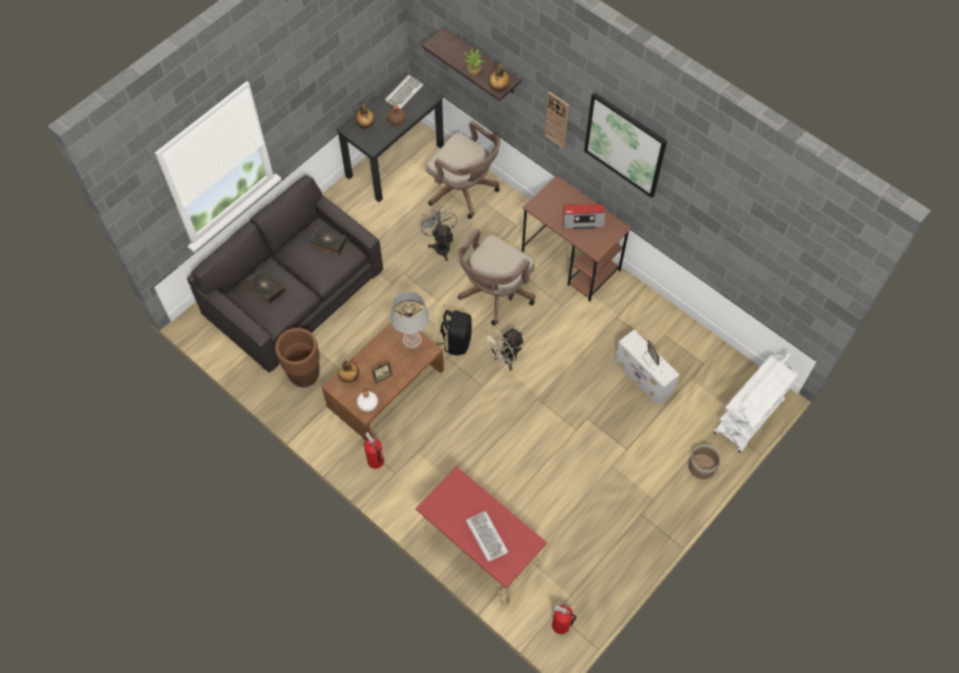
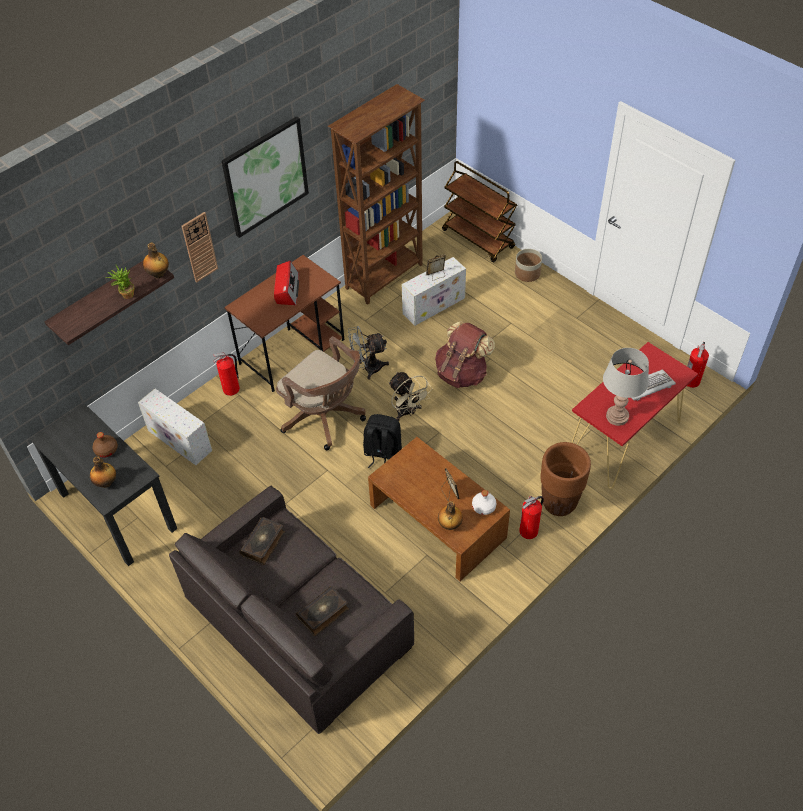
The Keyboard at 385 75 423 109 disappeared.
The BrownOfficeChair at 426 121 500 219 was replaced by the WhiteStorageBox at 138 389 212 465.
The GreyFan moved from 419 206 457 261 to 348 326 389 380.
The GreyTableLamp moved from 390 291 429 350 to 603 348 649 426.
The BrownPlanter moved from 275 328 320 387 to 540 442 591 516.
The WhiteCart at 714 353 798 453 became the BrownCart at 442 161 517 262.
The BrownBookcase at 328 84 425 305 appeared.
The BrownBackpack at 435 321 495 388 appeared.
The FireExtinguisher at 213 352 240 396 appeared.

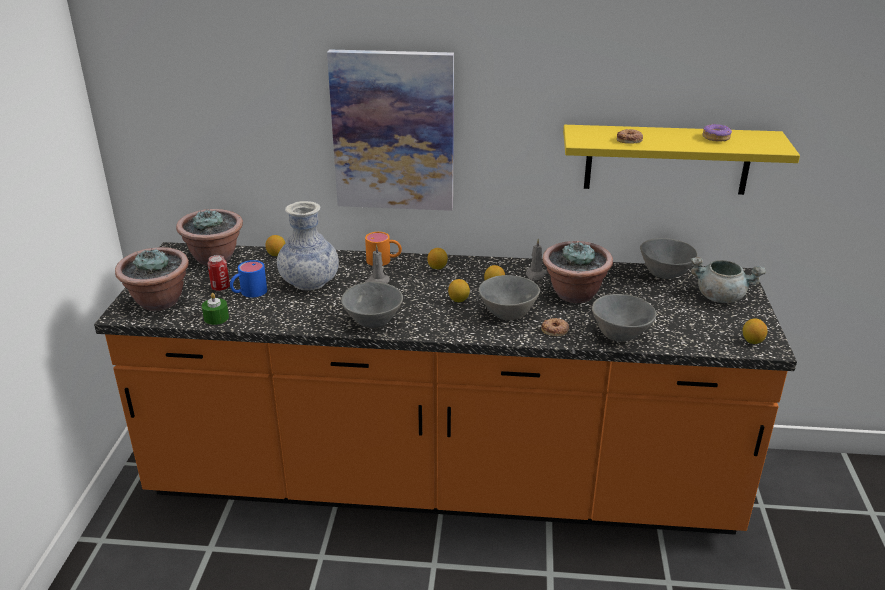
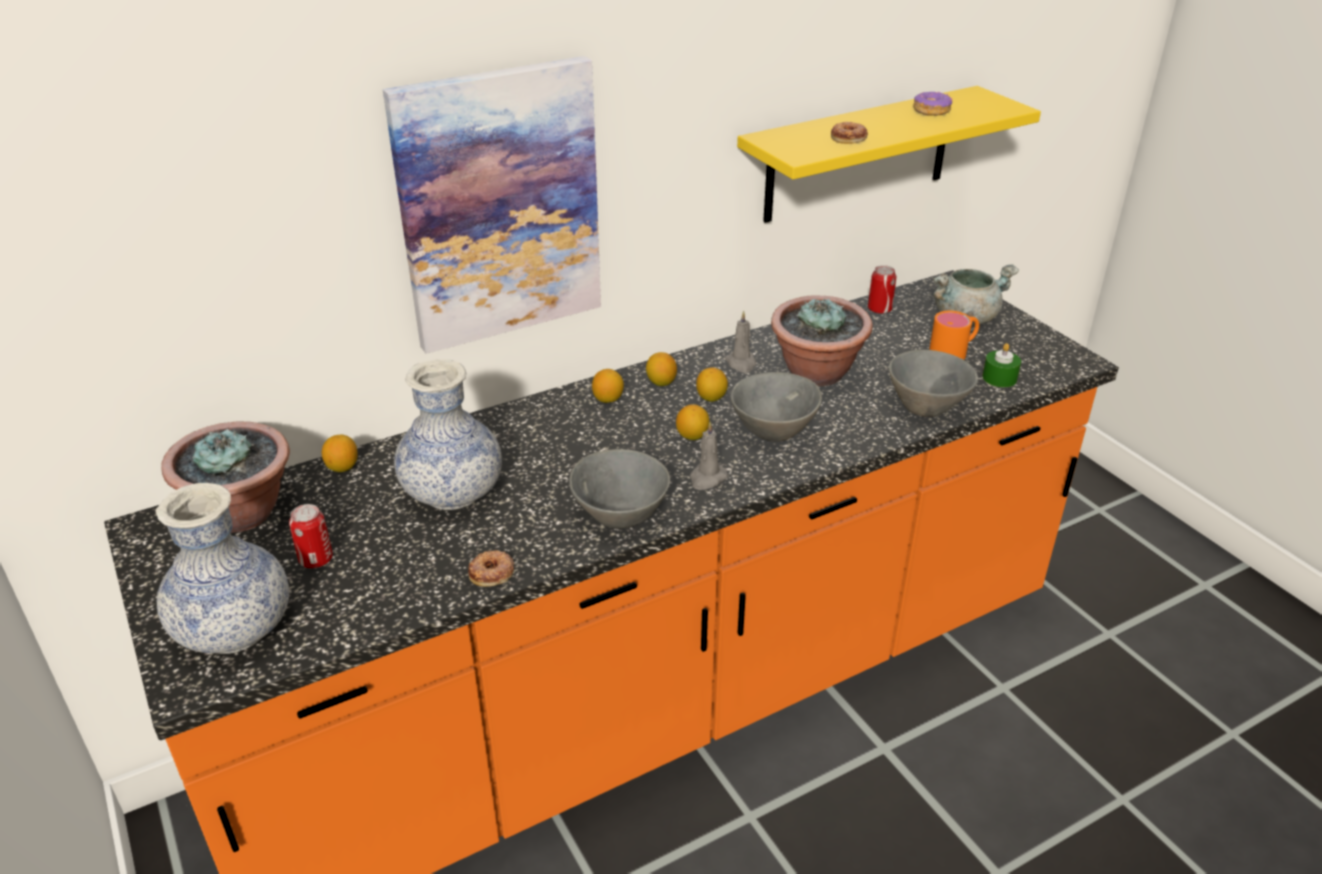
The OrangeMug moved from 365 232 402 266 to 929 311 979 360.
The GreyBowl at 640 238 698 279 was replaced by the Can at 868 265 897 314.
The GreyCandle moved from 365 245 390 284 to 690 421 728 490.
The PottedPlant at 115 247 189 311 was replaced by the Vase at 155 483 289 654.
The BlueMug at 230 260 267 298 disappeared.
The GreenCandle moved from 202 293 229 325 to 982 343 1021 387.
The Donut moved from 541 318 569 336 to 468 550 514 587.
The Lemon moved from 743 319 767 344 to 646 352 677 386.

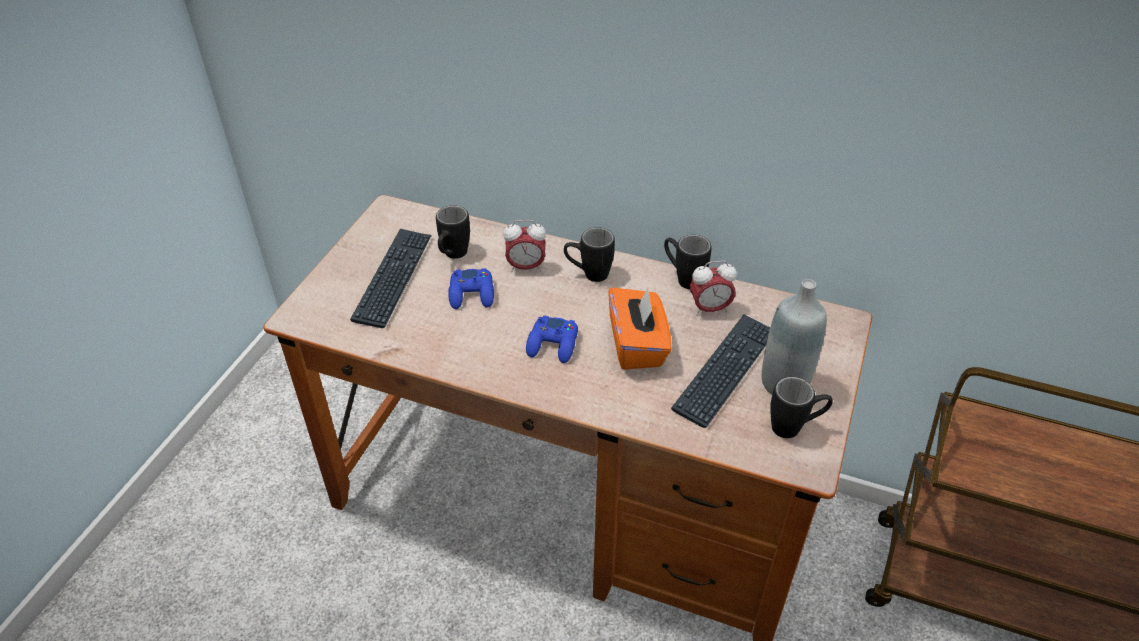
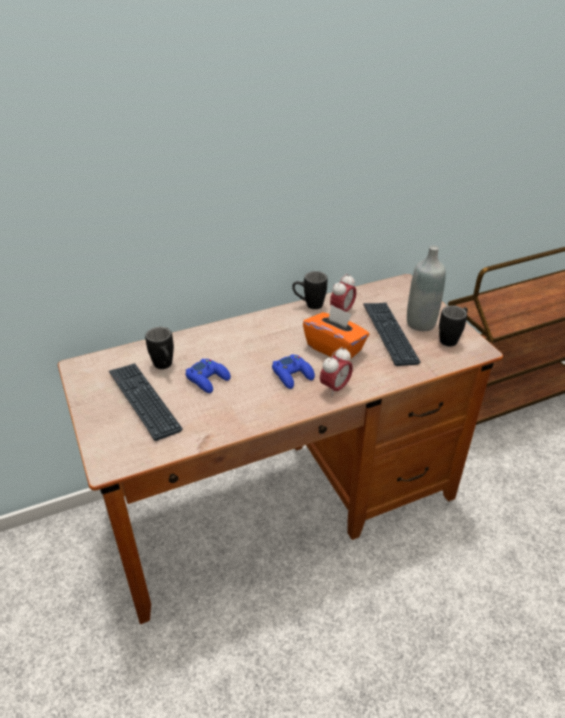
The AlarmClock moved from 503 220 546 272 to 320 347 353 397.
The BlackMug at 564 227 615 282 disappeared.

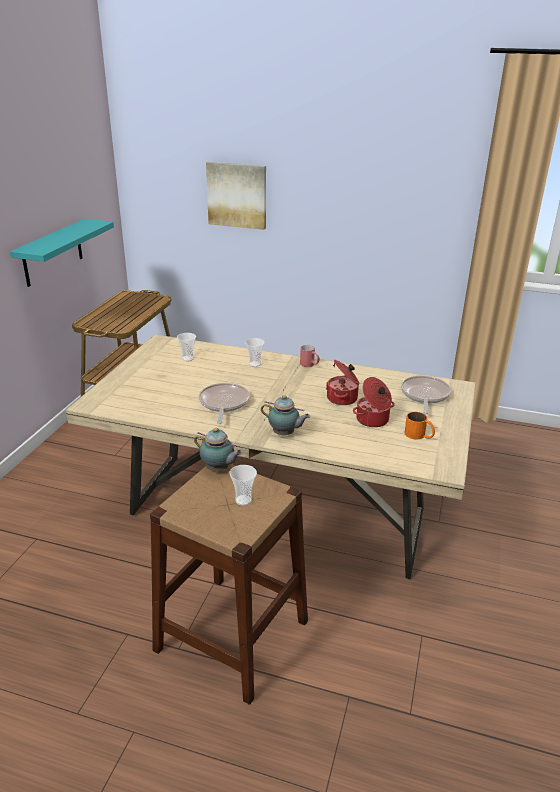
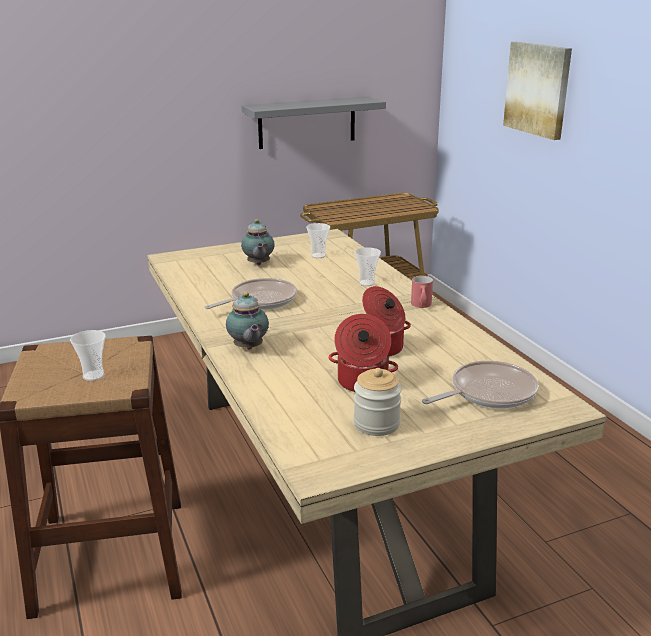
The TurquoiseShelf at 10 219 114 287 became the GreyShelf at 241 96 386 149.
The OrangeMug at 404 412 435 439 was replaced by the Jar at 354 368 402 436.
The Teapot moved from 194 428 242 471 to 241 219 275 265.

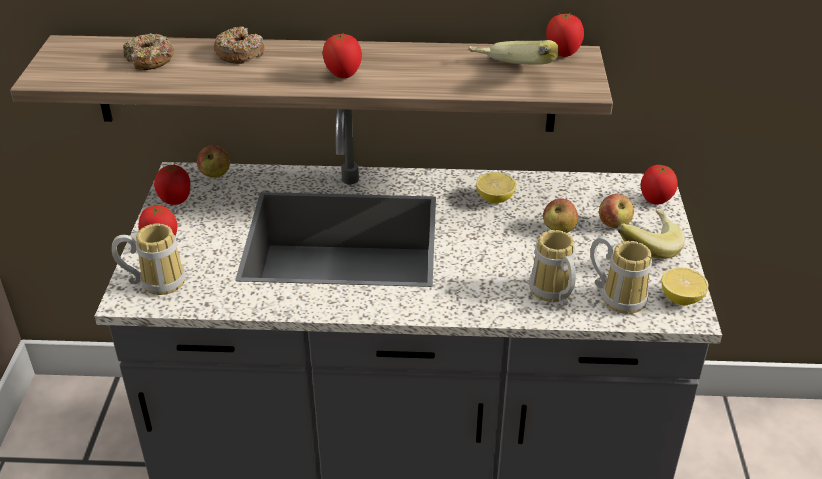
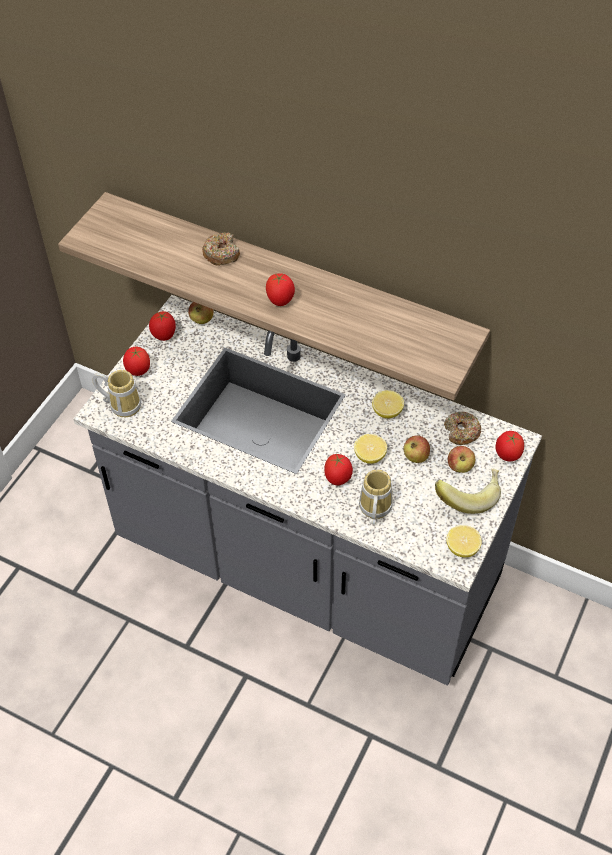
The Tomato moved from 546 13 584 57 to 324 454 353 486.
The Donut moved from 123 33 174 70 to 444 412 481 445.
The Banana at 468 40 559 65 disappeared.
The Mug at 590 236 652 314 disappeared.
The Lemon at 354 434 387 464 appeared.

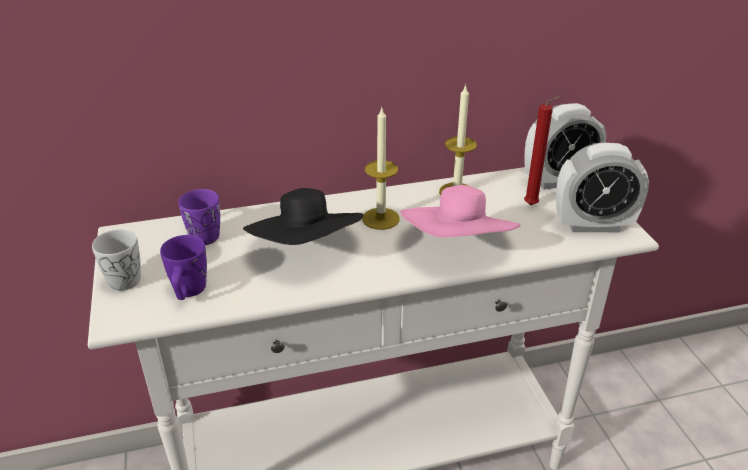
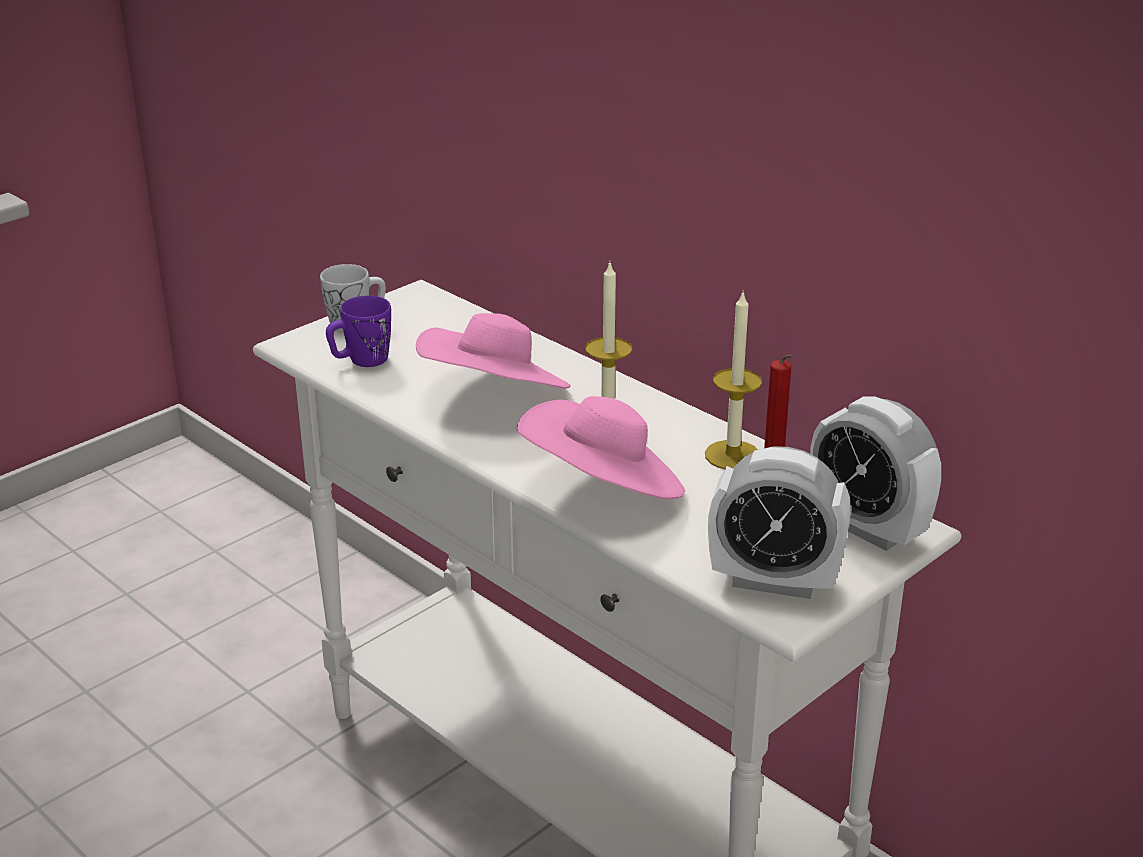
The AlarmClock at 556 142 649 232 turned 45 degrees counterclockwise.
The BlackHat at 243 188 364 245 became the PinkHat at 416 313 571 389.
The PurpleMug at 178 189 220 245 disappeared.

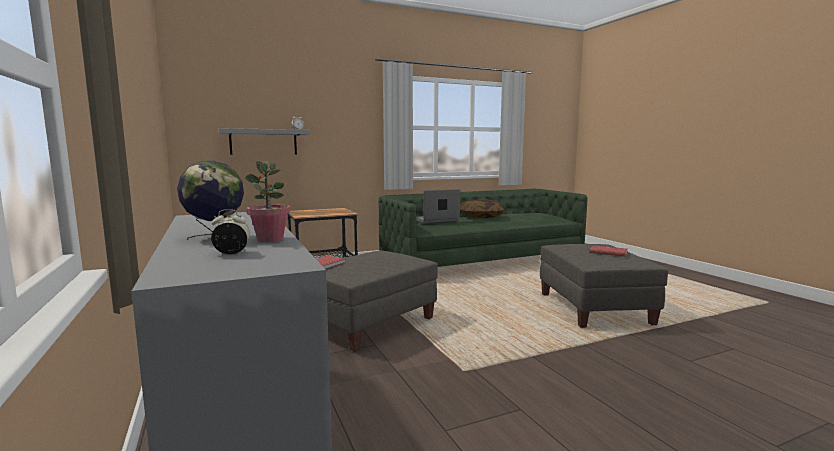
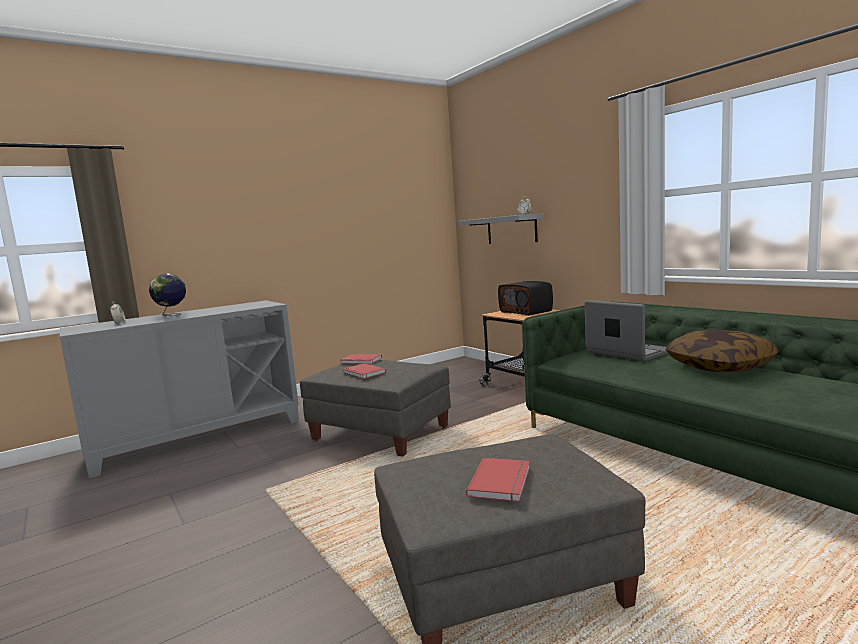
The PottedPlant at 245 161 290 242 disappeared.
The Radio at 498 281 553 316 appeared.
The RedBook at 343 363 386 379 appeared.

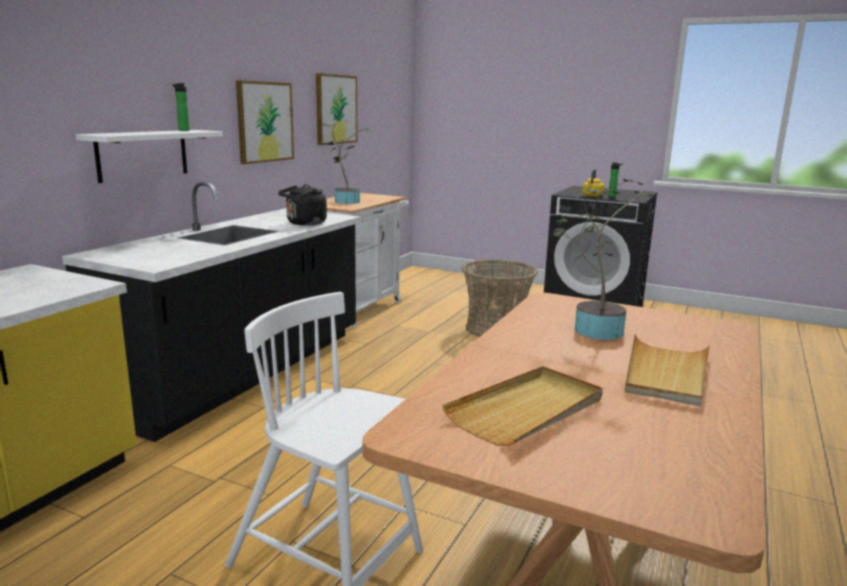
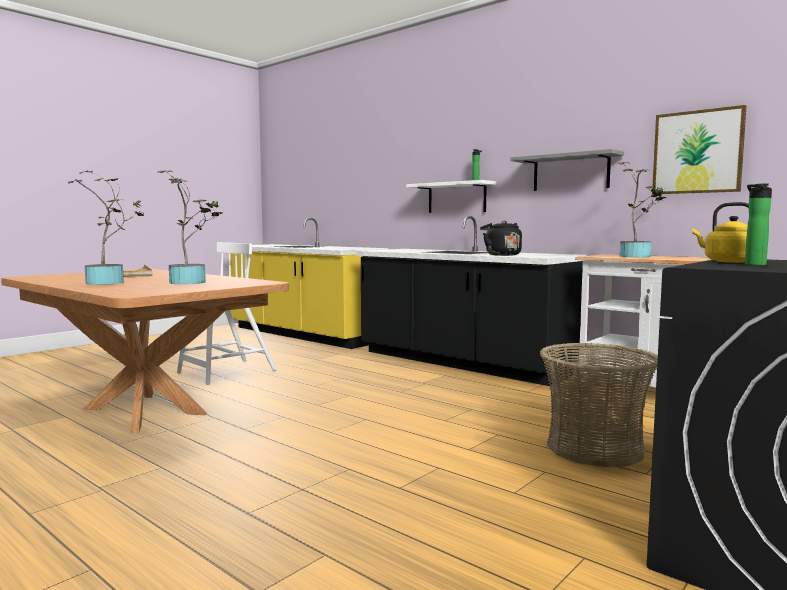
The Picture at 236 80 294 164 was replaced by the GreyShelf at 511 149 624 191.
The BeigeTray at 625 334 710 406 was replaced by the PottedPlant at 67 171 144 285.

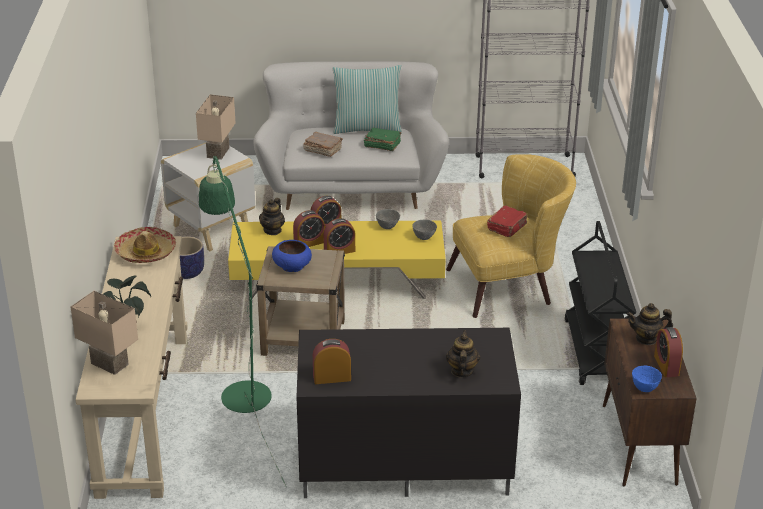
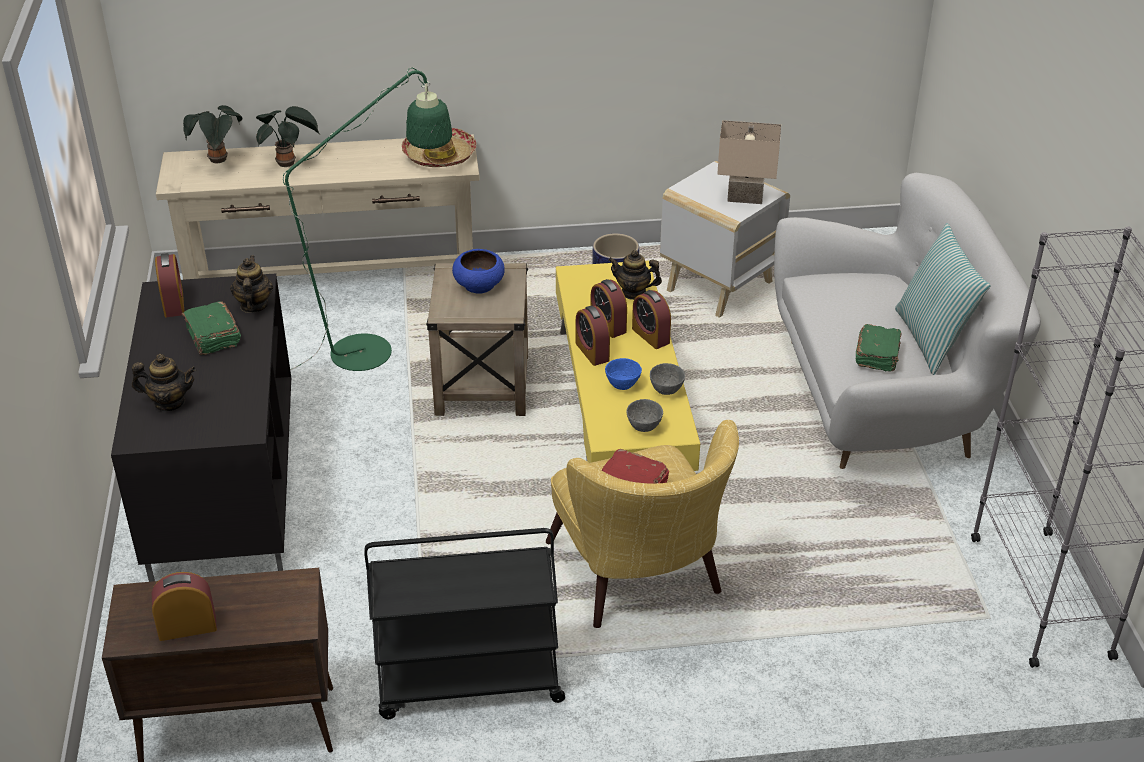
The BrownBook at 303 132 343 157 disappeared.
The BeigeTableLamp at 70 291 138 375 was replaced by the PottedPlant at 183 105 242 164.
The Teapot moved from 627 303 673 345 to 230 256 273 313.
The BlueBowl moved from 632 365 662 392 to 605 358 642 390.
The GreenBook at 182 301 241 355 appeared.

